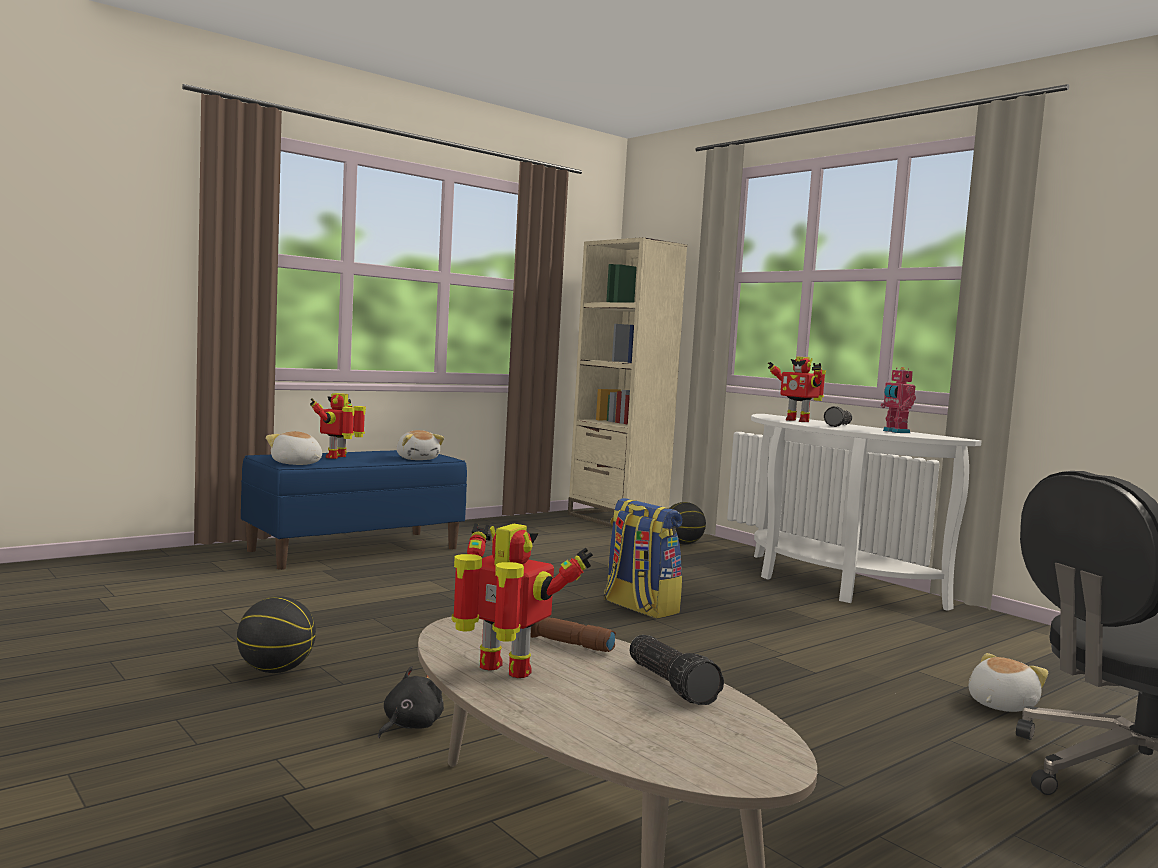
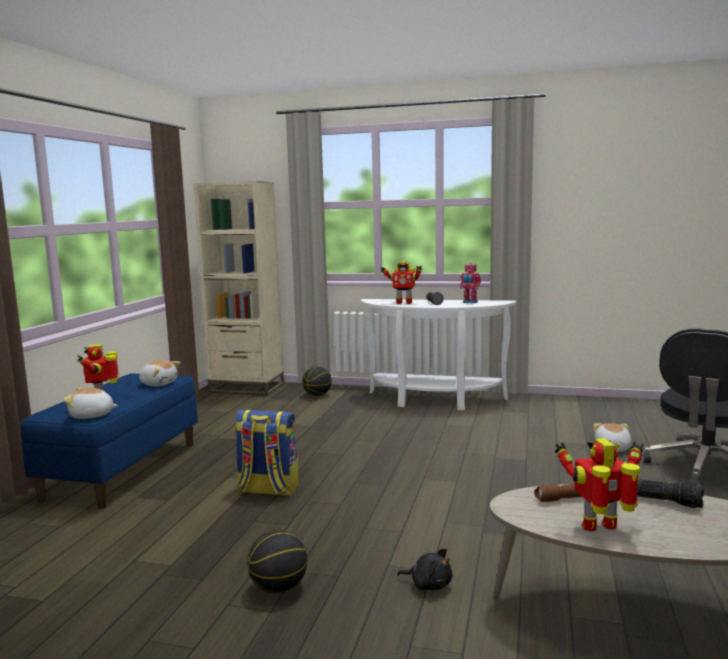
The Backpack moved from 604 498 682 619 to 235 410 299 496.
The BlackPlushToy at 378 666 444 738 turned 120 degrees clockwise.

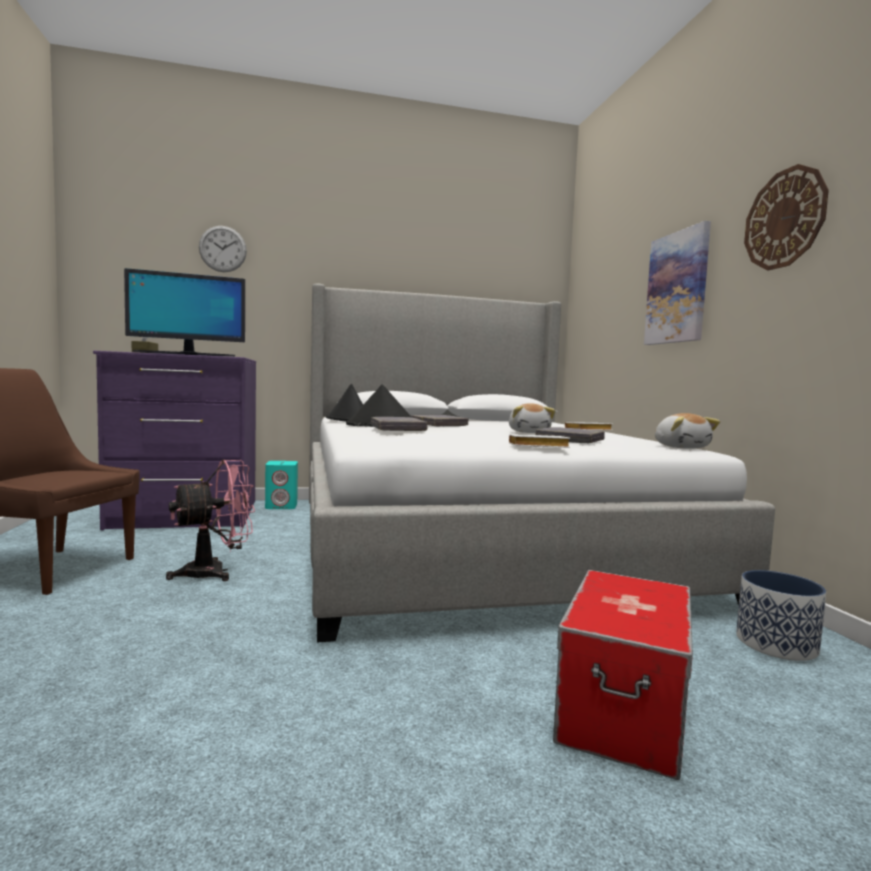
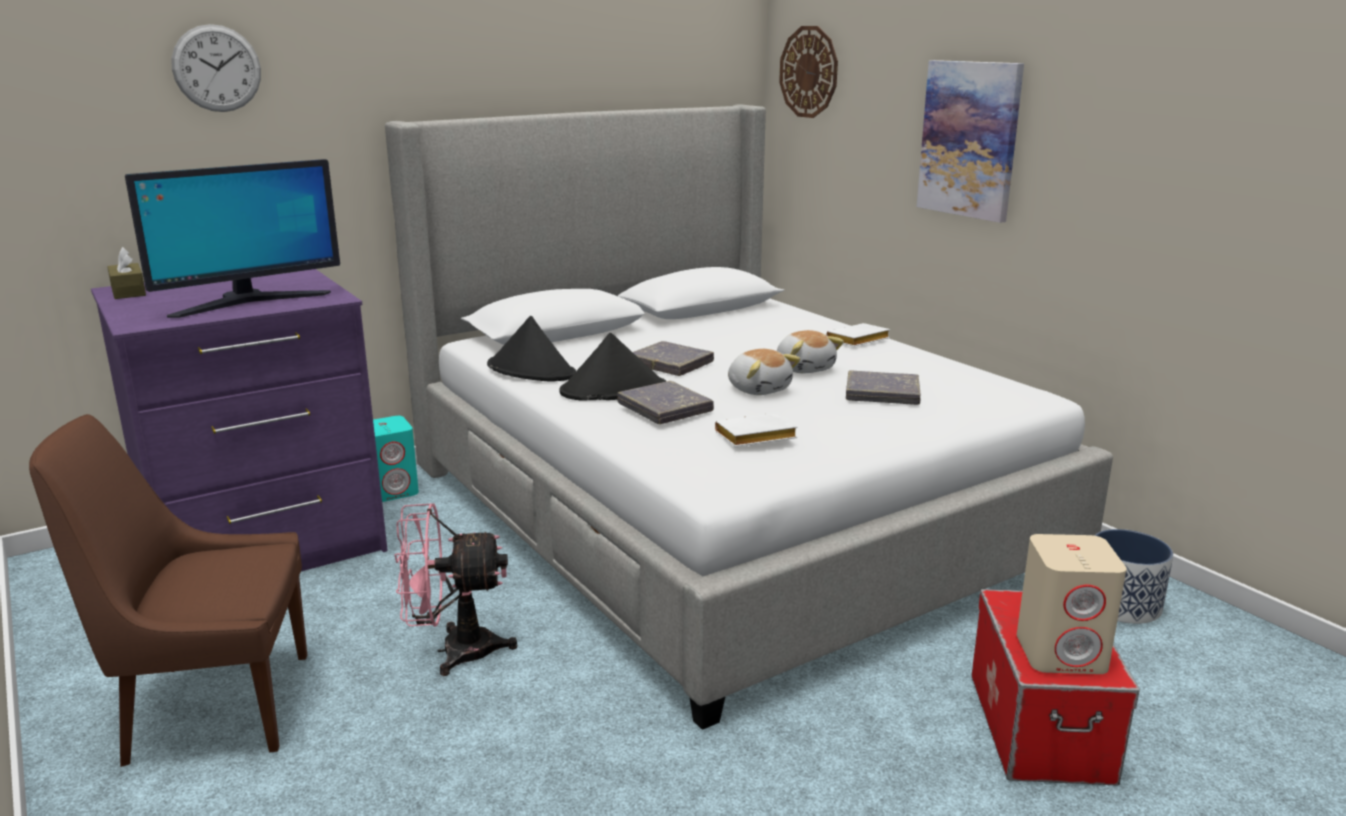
The WallClock moved from 744 164 829 271 to 779 26 838 118.
The PlushToy moved from 655 413 720 448 to 728 349 800 395.
The WhiteBook moved from 509 434 570 448 to 715 413 797 447.
The PinkFan at 166 460 255 581 turned 135 degrees counterclockwise.
The BeigeSpeaker at 1017 534 1127 674 appeared.

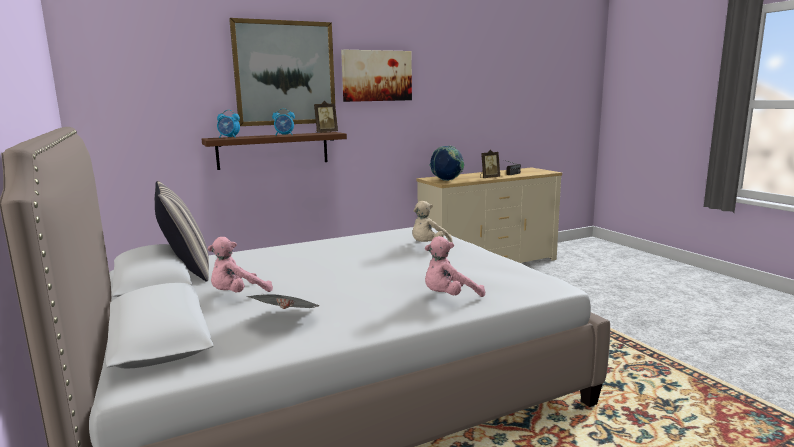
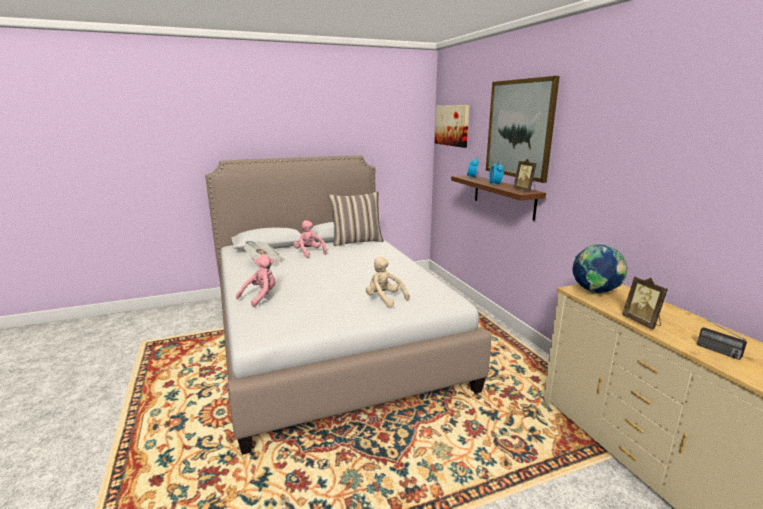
The Picture moved from 341 50 412 102 to 435 105 469 148.
The PinkPlushToy at 425 236 485 297 turned 60 degrees clockwise.

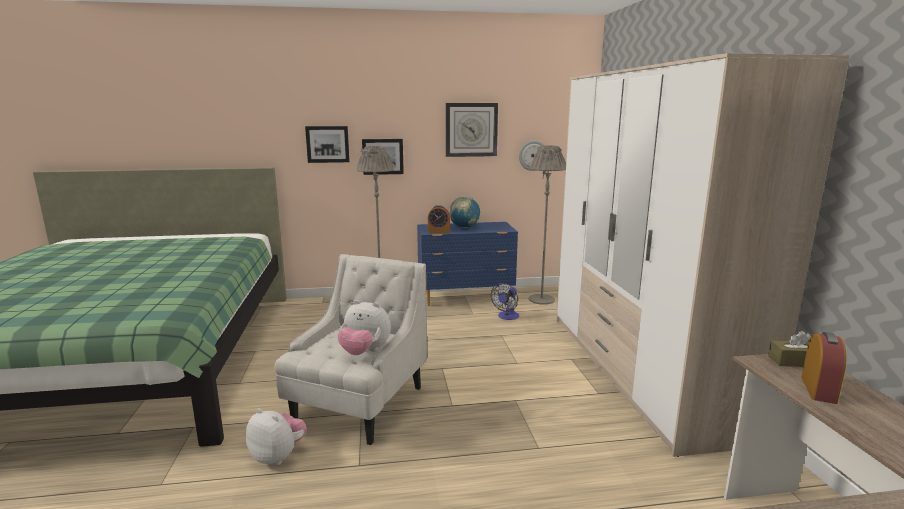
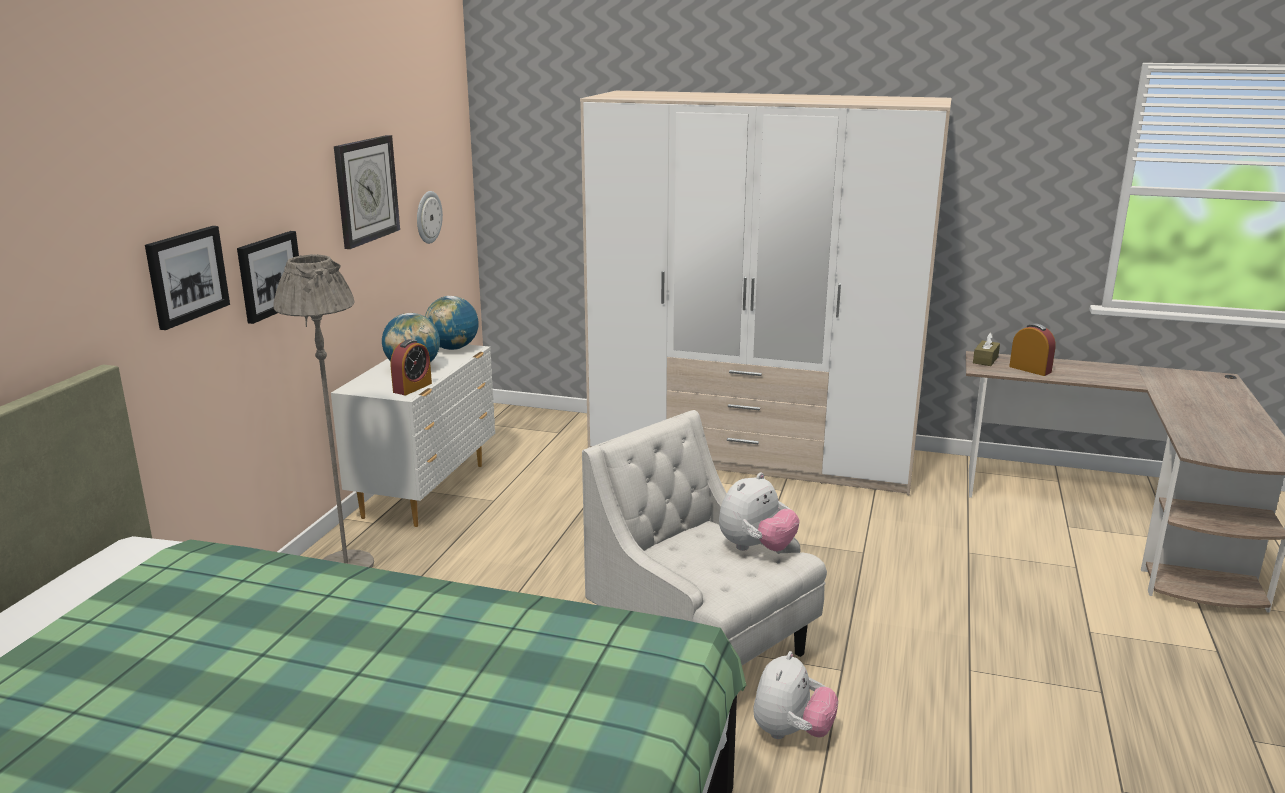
The GreyFloorLamp at 528 145 566 305 disappeared.
The BlueDresser at 417 222 518 306 became the WhiteDresser at 331 345 495 527.
The Fan at 491 283 519 320 disappeared.
The PlushToy at 246 408 307 466 turned 150 degrees clockwise.
The Globe at 425 296 479 350 appeared.

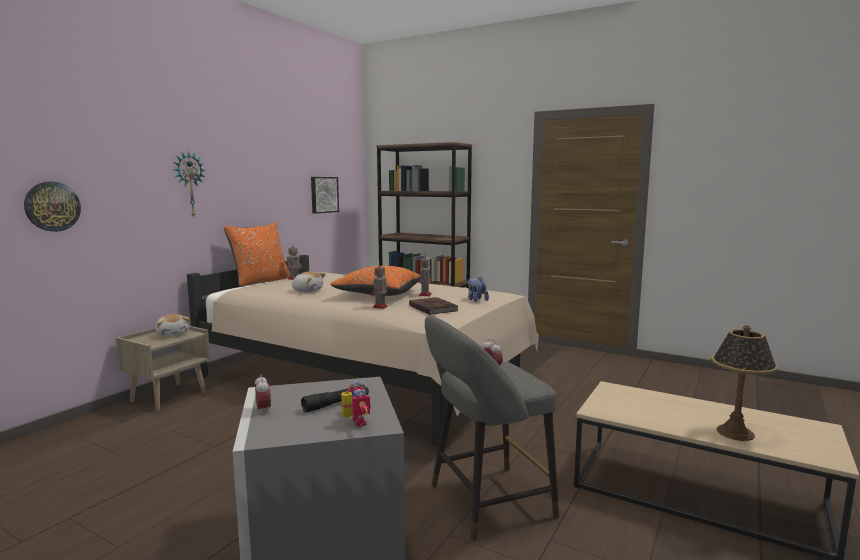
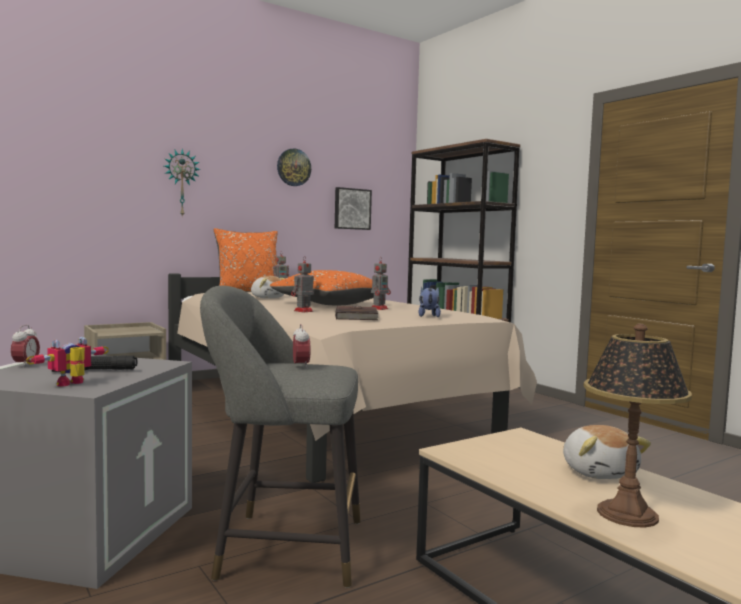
The WallClock moved from 24 182 81 232 to 277 148 311 186.
The PlushToy moved from 156 314 190 337 to 563 425 651 479.
The ToyRobot at 341 381 371 427 turned 150 degrees counterclockwise.

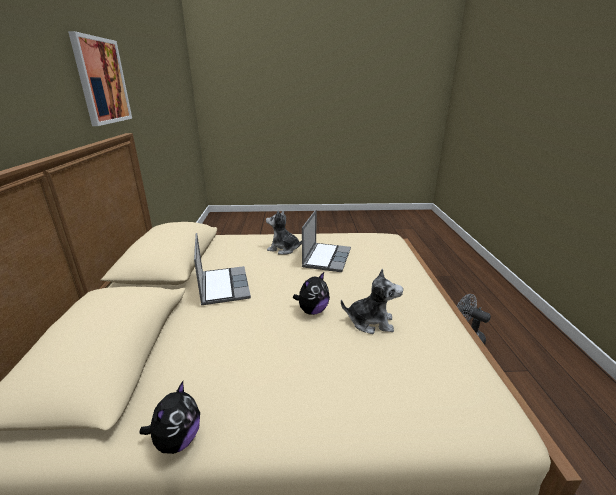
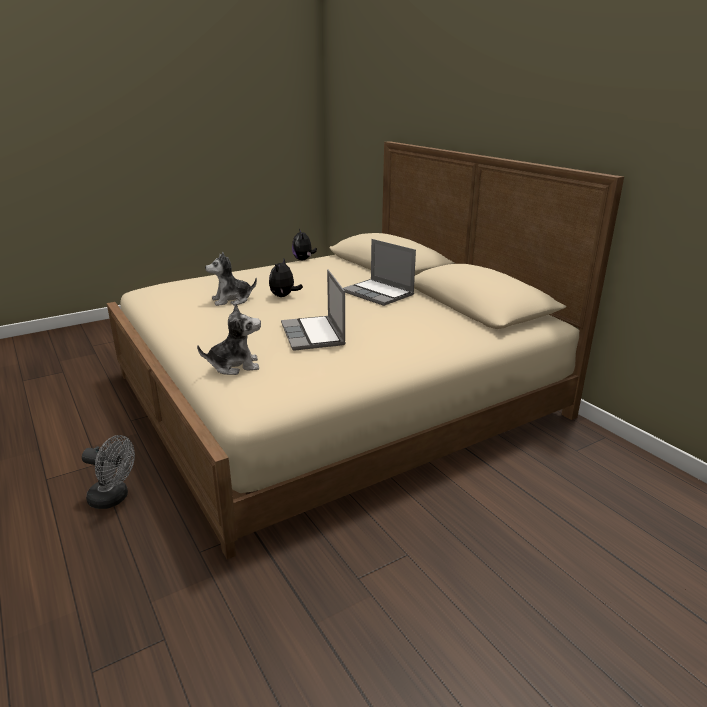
The Picture at 68 31 132 126 disappeared.
The PlushToy moved from 266 210 302 254 to 197 303 261 375.

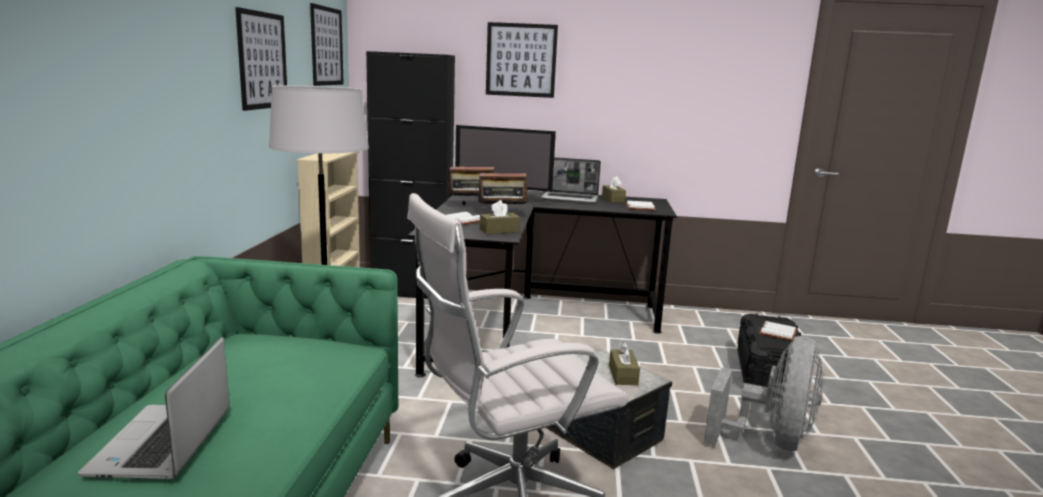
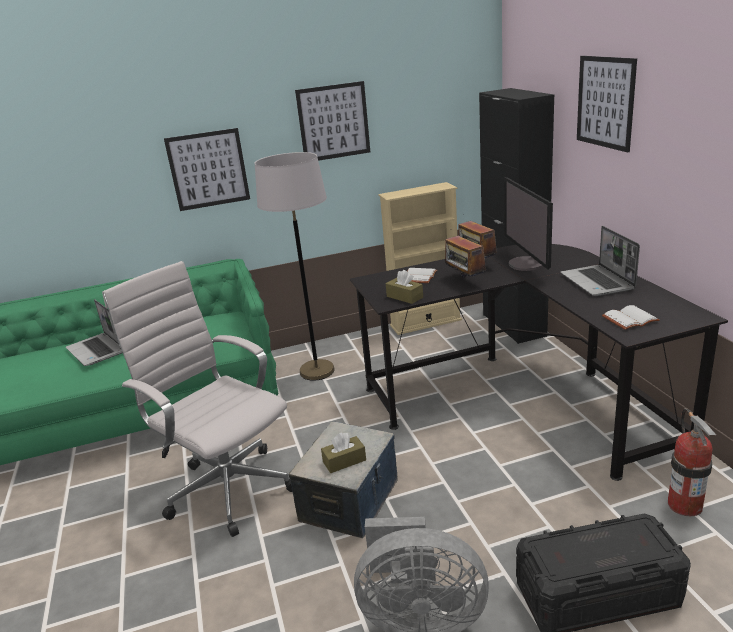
The Picture moved from 310 3 344 86 to 164 128 250 211.
The BrownTissueBox at 602 176 626 203 disappeared.
The WhiteBook at 759 321 797 341 disappeared.
The Laptop at 78 337 230 479 turned 105 degrees counterclockwise.
The FireExtinguisher at 668 408 716 516 appeared.

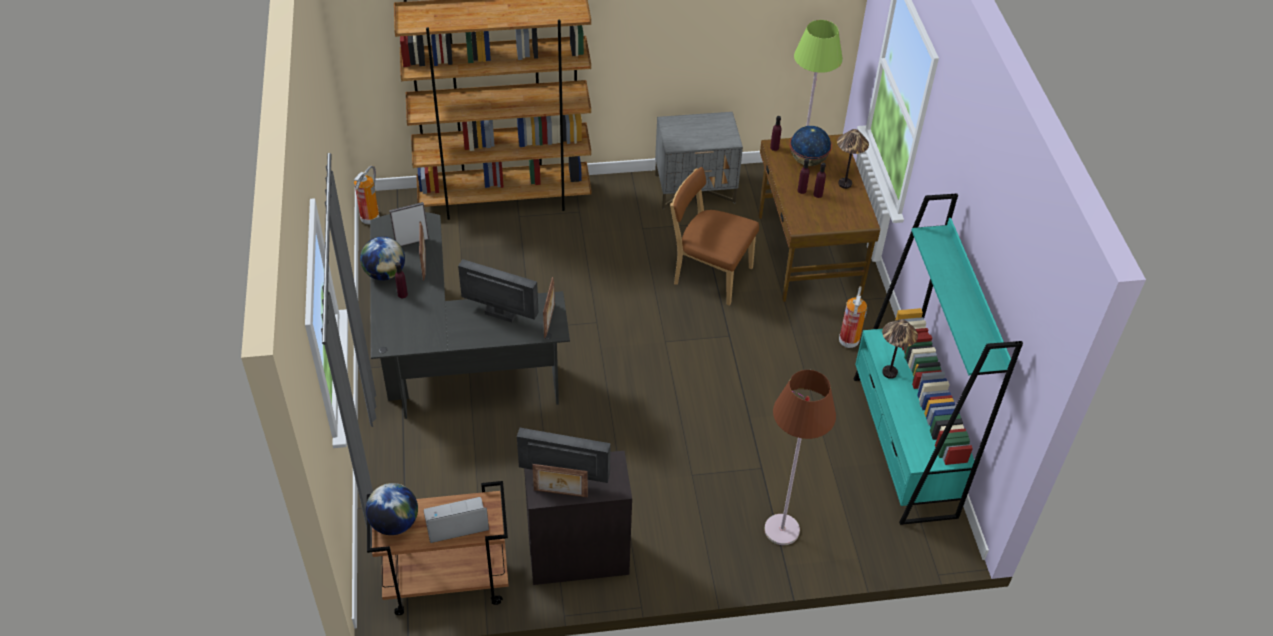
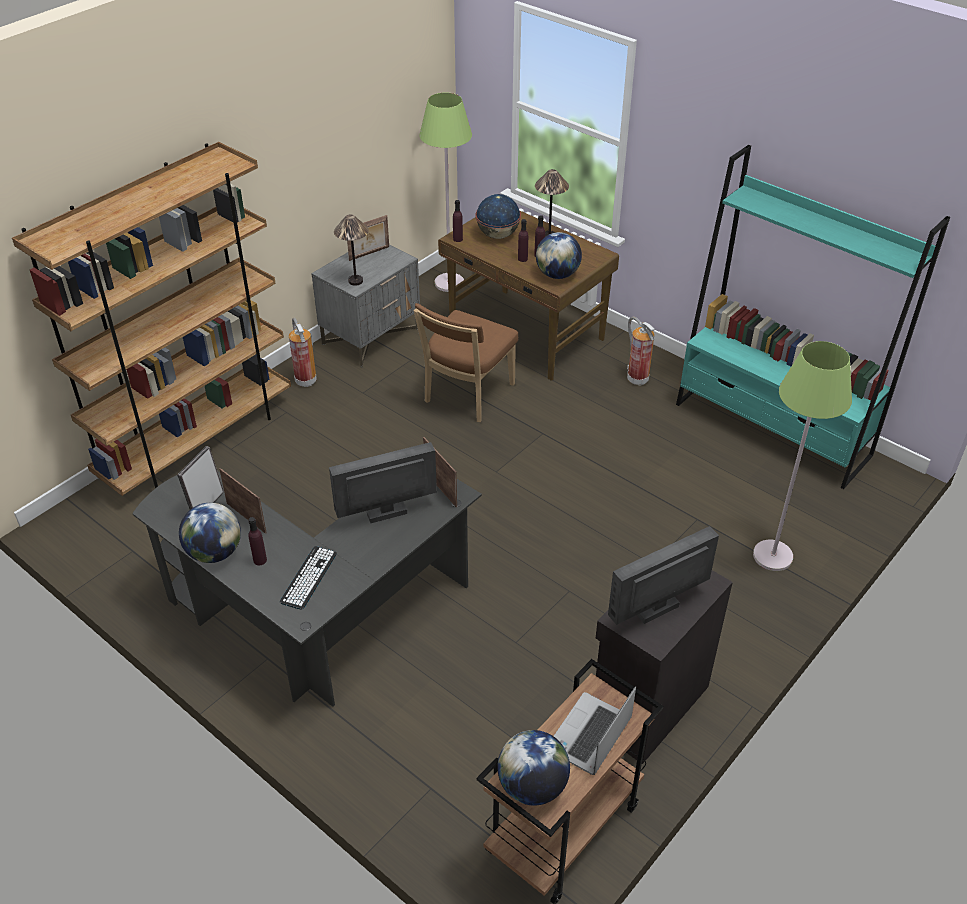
The FireExtinguisher moved from 354 165 379 225 to 289 318 317 387.
The BrownChair at 670 167 759 306 turned 45 degrees counterclockwise.
The TableLamp moved from 882 319 918 379 to 334 214 369 286.
The BrownFloorLamp at 764 370 836 545 became the GreenFloorLamp at 753 341 852 571.
The PictureFrame moved from 532 464 588 498 to 347 215 389 261.
The Globe at 536 232 582 279 appeared.
The Keyboard at 280 546 337 610 appeared.

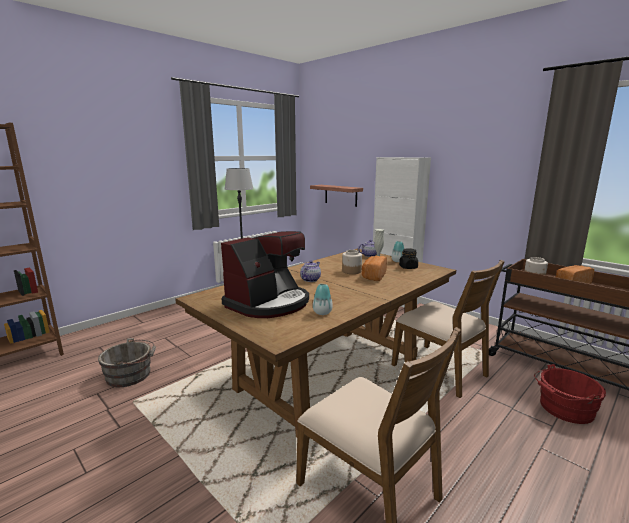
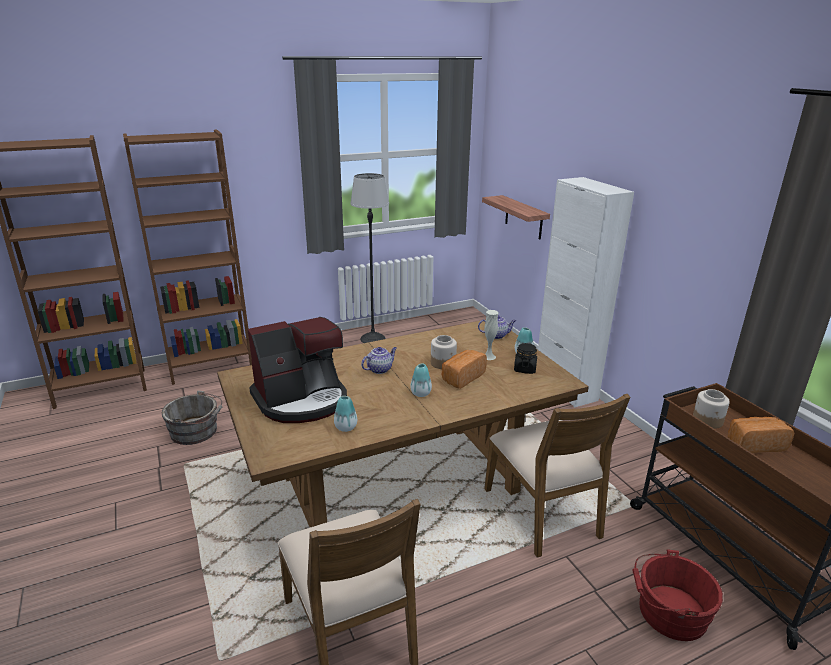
The BrownBookcase at 123 130 252 385 appeared.
The Vase at 410 364 432 397 appeared.

